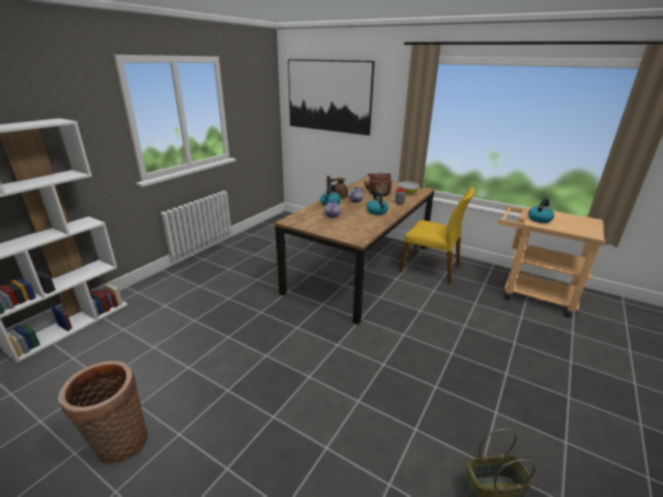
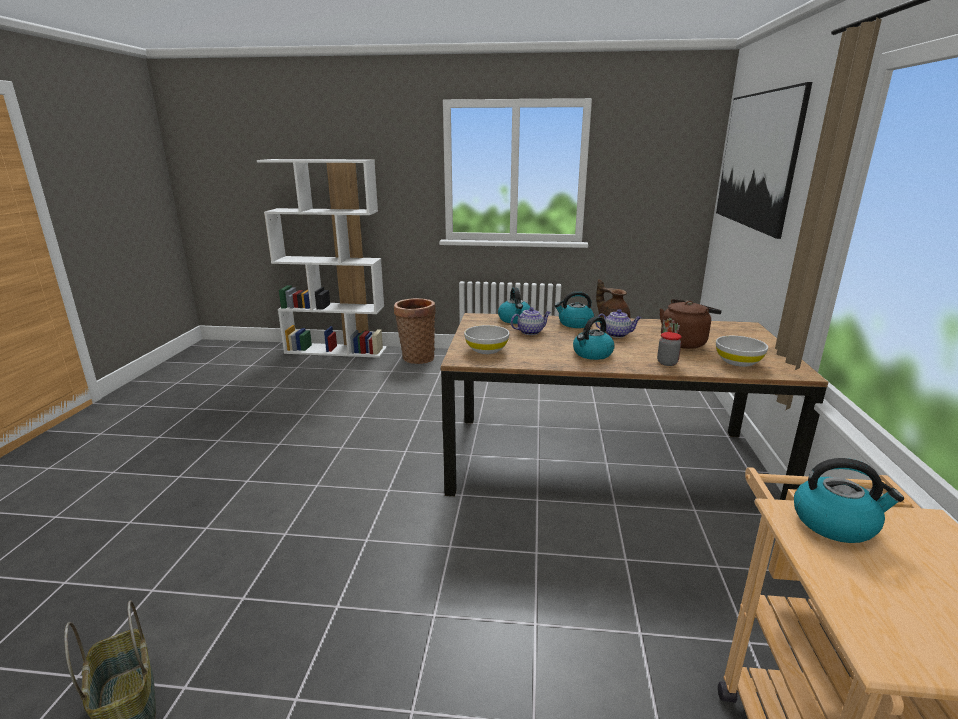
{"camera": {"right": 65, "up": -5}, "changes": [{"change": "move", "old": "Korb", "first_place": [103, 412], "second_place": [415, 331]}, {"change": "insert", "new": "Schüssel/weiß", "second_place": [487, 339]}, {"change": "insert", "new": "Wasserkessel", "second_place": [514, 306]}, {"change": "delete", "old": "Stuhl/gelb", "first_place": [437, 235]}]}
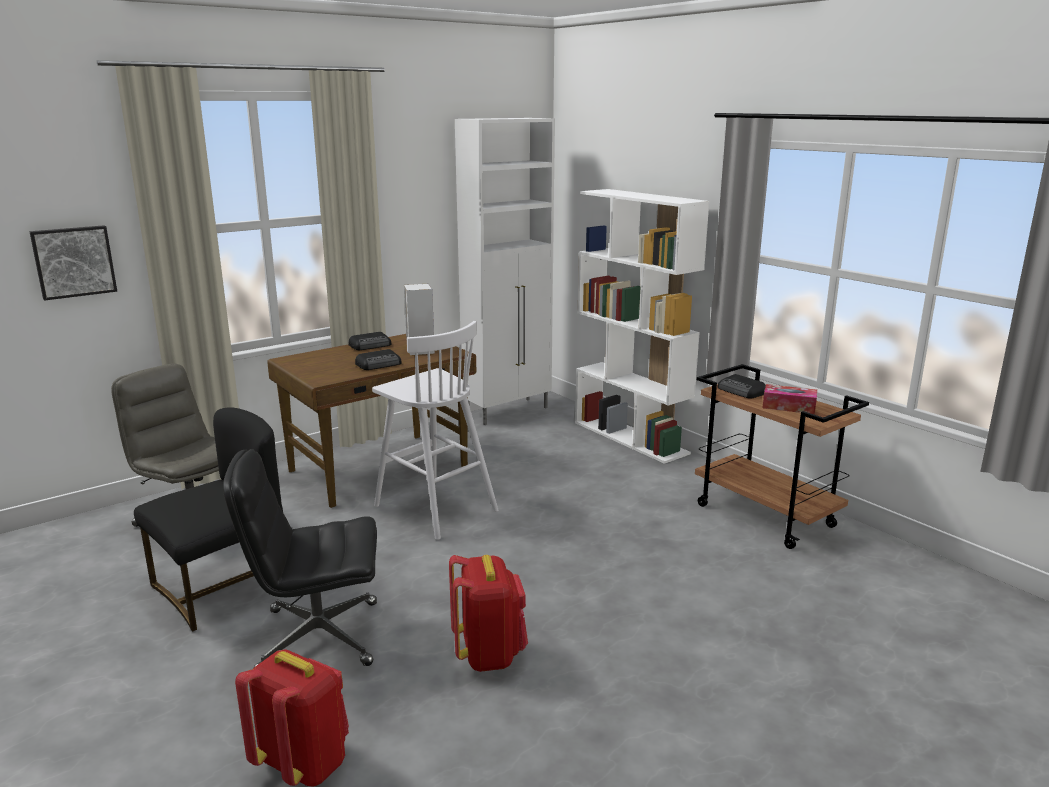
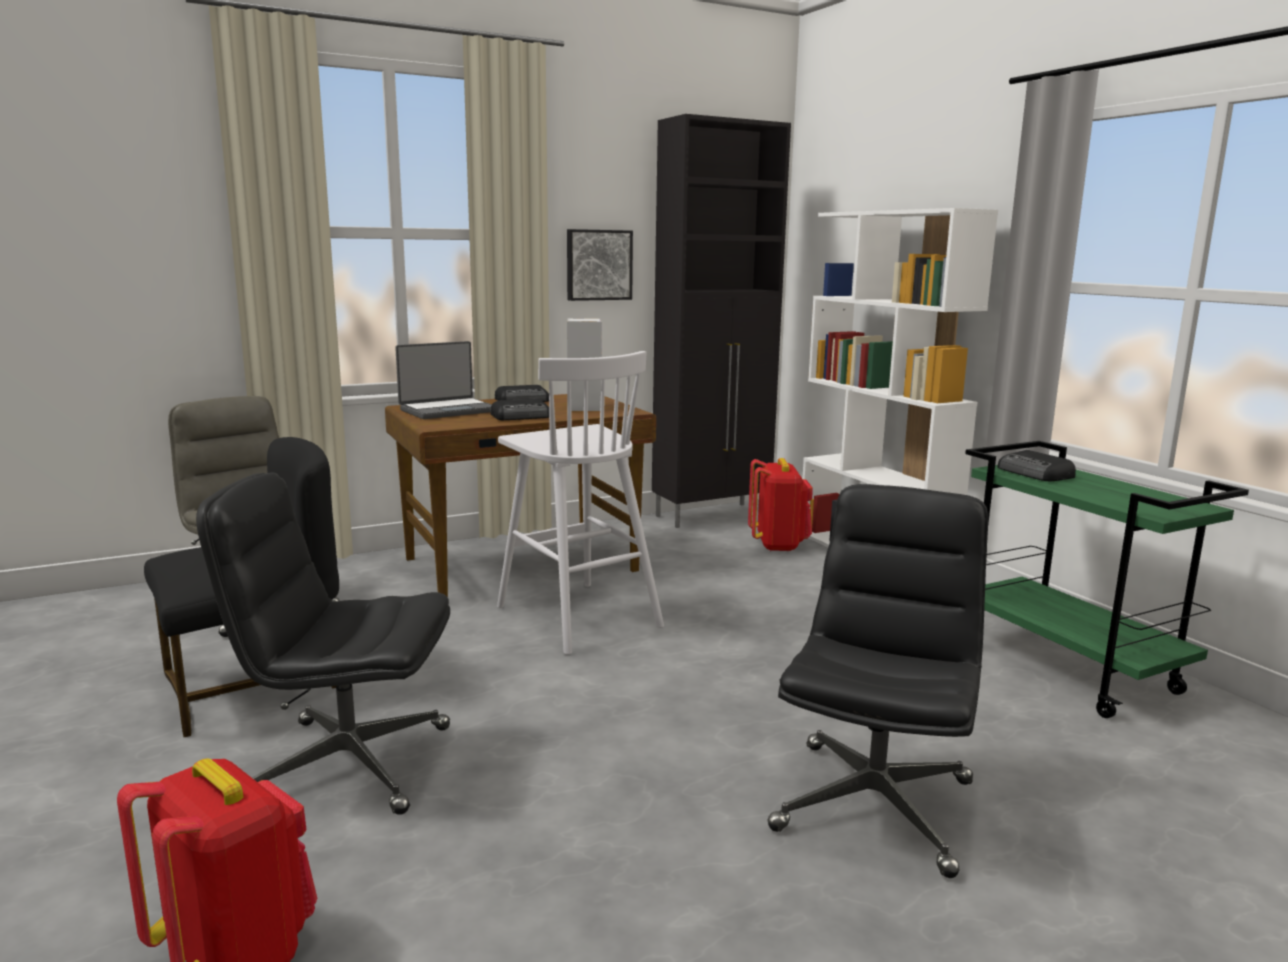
{"camera": {"right": 10, "up": -5}, "changes": [{"change": "insert", "new": "Laptop", "second_place": [443, 380]}, {"change": "move", "old": "Bild", "first_place": [73, 263], "second_place": [600, 265]}, {"change": "recolor", "old": "Schrank/weiß", "new": "Schrank/schwarz", "first_place": [505, 271], "second_place": [721, 321]}, {"change": "move", "old": "Rucksack/rot", "first_place": [488, 613], "second_place": [780, 505]}, {"change": "insert", "new": "Bürostuhl/schwarz", "second_place": [877, 681]}, {"change": "recolor", "old": "Rollwagen/braun", "new": "Rollwagen/grün", "first_place": [782, 456], "second_place": [1107, 579]}, {"change": "delete", "old": "Taschentuchbox", "first_place": [790, 399]}]}
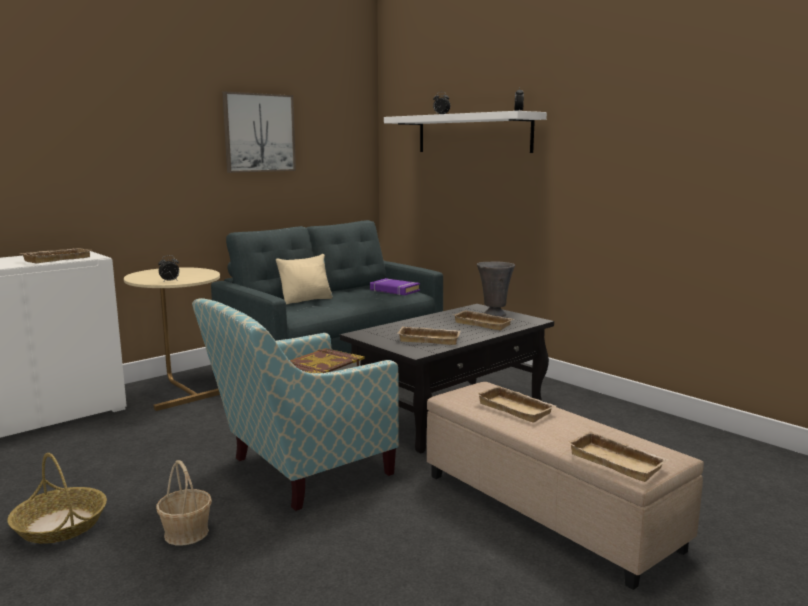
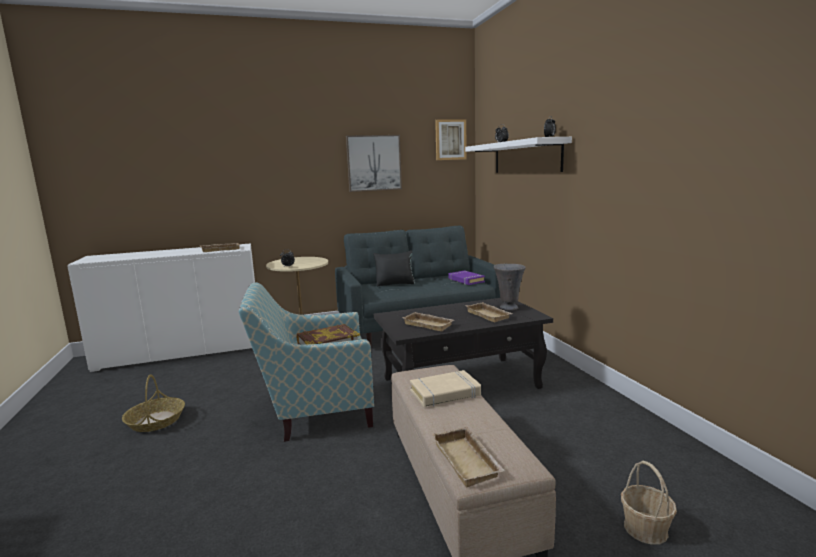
{"camera": {"right": 25, "up": 0}, "changes": [{"change": "recolor", "old": "Kissen/beige", "new": "Kissen/schwarz", "first_place": [304, 279], "second_place": [394, 268]}, {"change": "replace", "old": "Tablett/beige", "new": "Buch/beige", "first_place": [516, 404], "second_place": [445, 388]}, {"change": "insert", "new": "Bild", "second_place": [451, 139]}, {"change": "move", "old": "Korb", "first_place": [184, 503], "second_place": [649, 502]}]}
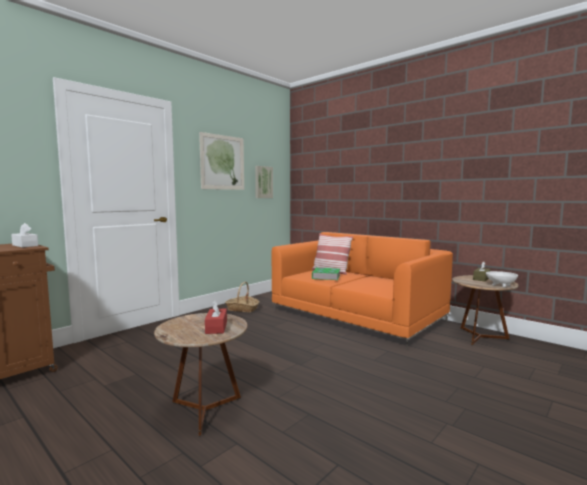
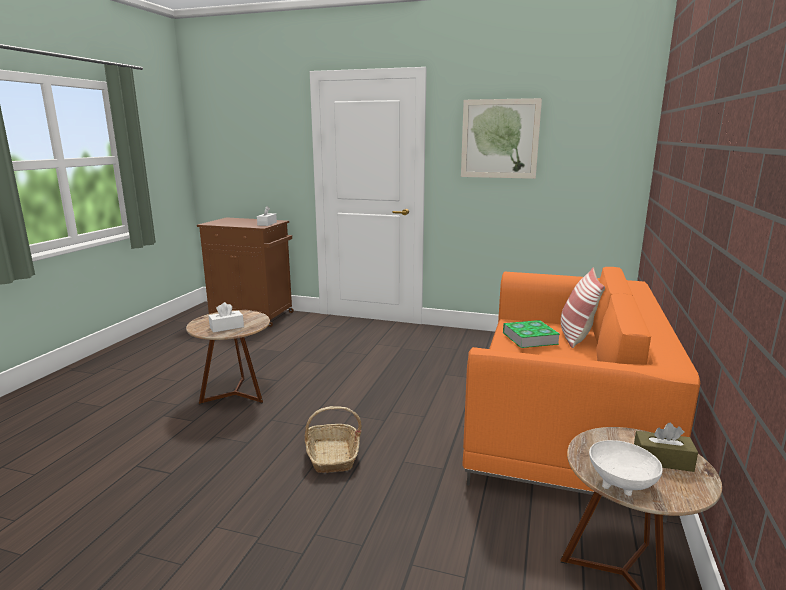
{"camera": {"right": 65, "up": 10}, "changes": [{"change": "recolor", "old": "Taschentuchbox/rot", "new": "Taschentuchbox/weiß", "first_place": [216, 317], "second_place": [226, 317]}, {"change": "move", "old": "Korb", "first_place": [242, 297], "second_place": [333, 439]}, {"change": "delete", "old": "Bild", "first_place": [264, 182]}]}
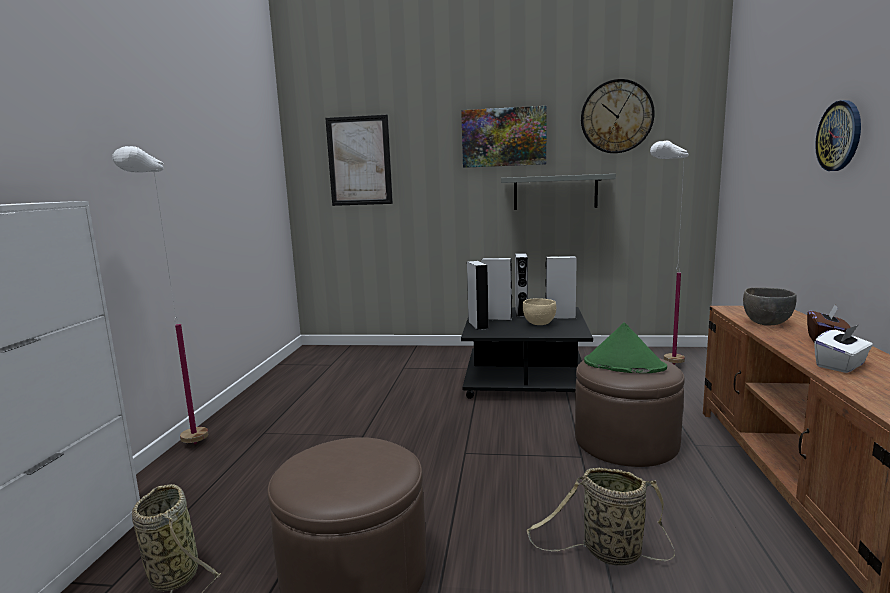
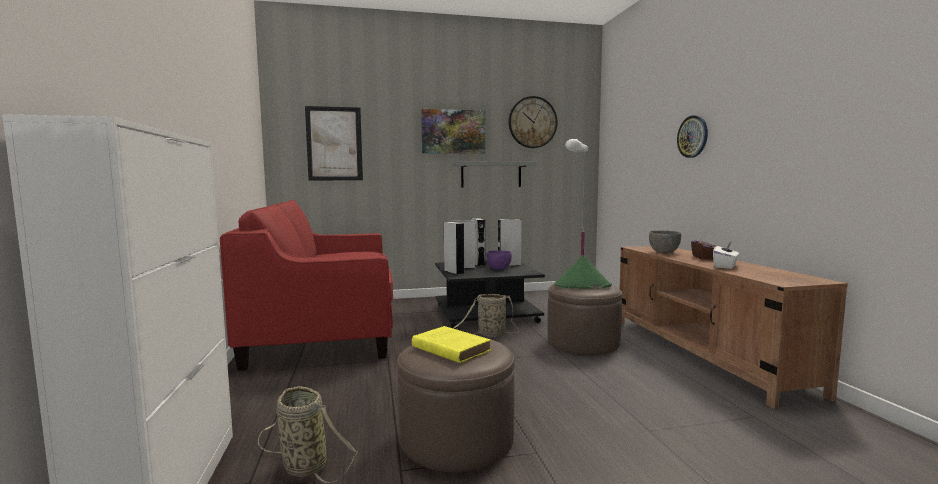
{"camera": {"right": -20, "up": -5}, "changes": [{"change": "insert", "new": "Sofa/rot", "second_place": [307, 285]}, {"change": "insert", "new": "Buch/gelb", "second_place": [452, 344]}, {"change": "move", "old": "Korb", "first_place": [601, 517], "second_place": [486, 315]}, {"change": "recolor", "old": "Schüssel/beige", "new": "Schüssel/lila", "first_place": [539, 311], "second_place": [499, 260]}, {"change": "delete", "old": "Stehlampe/weiß", "first_place": [160, 295]}]}
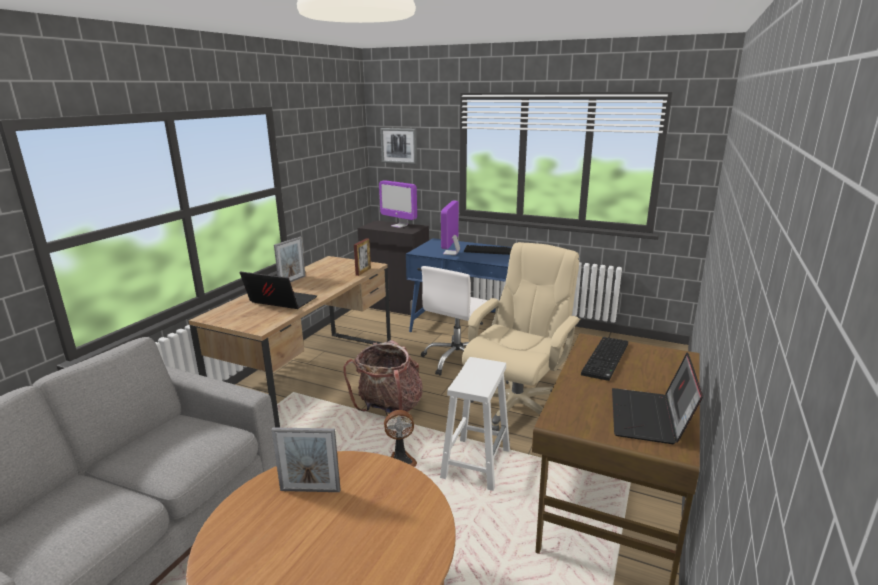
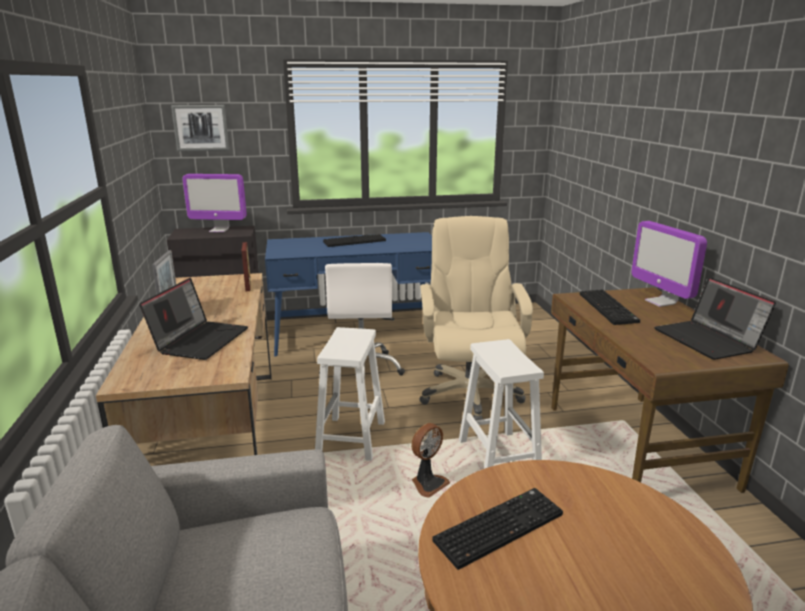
{"camera": {"right": -35, "up": 0}, "changes": [{"change": "rotate", "old": "Laptop", "first_place": [278, 290], "second_place": [193, 319], "degrees": 120}, {"change": "replace", "old": "Rucksack", "new": "Hocker/weiß", "first_place": [383, 379], "second_place": [350, 394]}, {"change": "replace", "old": "Bilderrahmen", "new": "Tastatur", "first_place": [306, 459], "second_place": [497, 529]}, {"change": "move", "old": "Monitor", "first_place": [450, 228], "second_place": [669, 264]}]}
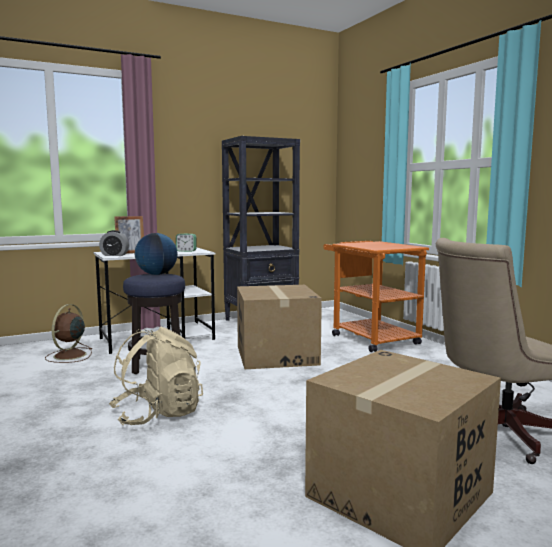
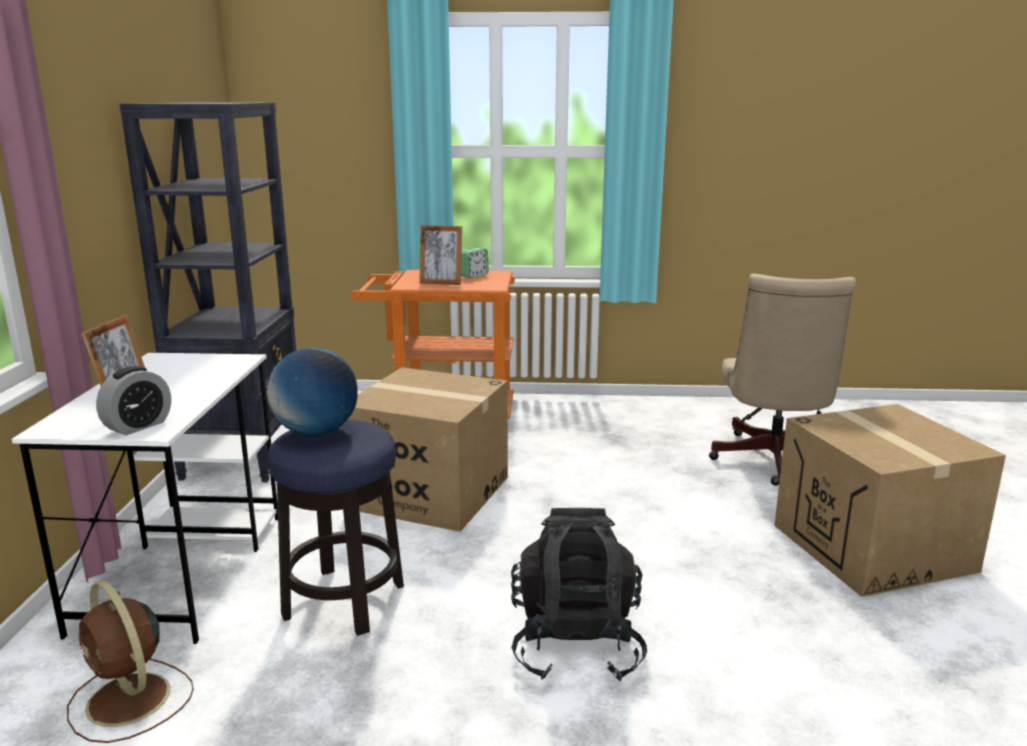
{"camera": {"right": -60, "up": 10}, "changes": [{"change": "insert", "new": "Bilderrahmen", "second_place": [440, 255]}, {"change": "move", "old": "Wecker", "first_place": [186, 242], "second_place": [475, 263]}, {"change": "recolor", "old": "Rucksack/beige", "new": "Rucksack/schwarz", "first_place": [156, 376], "second_place": [579, 594]}]}
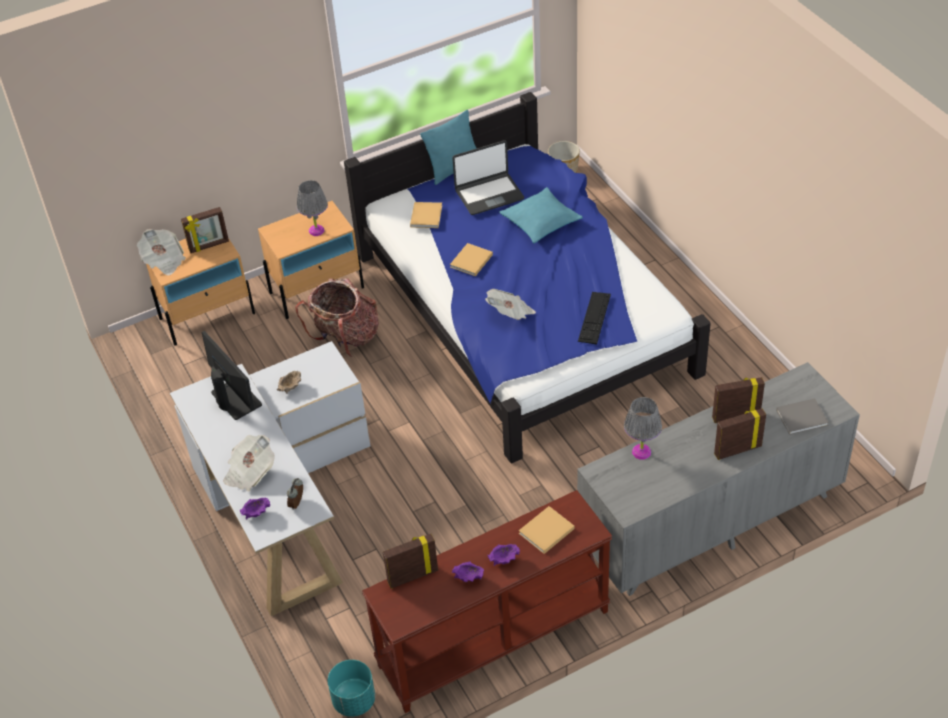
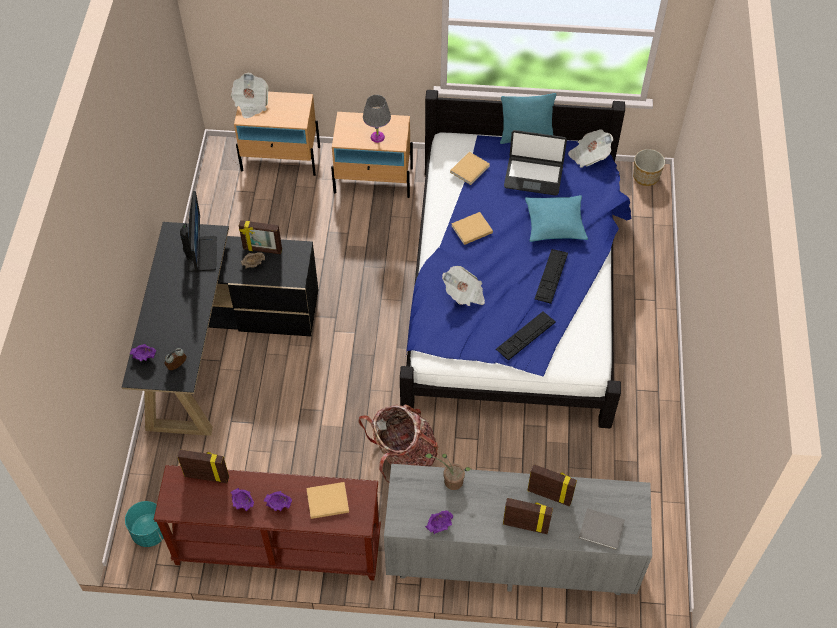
{"camera": {"right": 30, "up": 10}, "changes": [{"change": "recolor", "old": "Schreibtisch/weiß", "new": "Schreibtisch/schwarz", "first_place": [270, 478], "second_place": [220, 329]}, {"change": "move", "old": "Bilderrahmen", "first_place": [205, 230], "second_place": [260, 237]}, {"change": "move", "old": "Rucksack", "first_place": [337, 317], "second_place": [398, 443]}, {"change": "replace", "old": "Tischlampe/grau", "new": "Topfpflanze", "first_place": [643, 428], "second_place": [447, 471]}, {"change": "insert", "new": "Schüssel/lila", "second_place": [439, 522]}, {"change": "insert", "new": "Tastatur", "second_place": [551, 276]}, {"change": "move", "old": "Zeitung", "first_place": [249, 463], "second_place": [591, 148]}]}
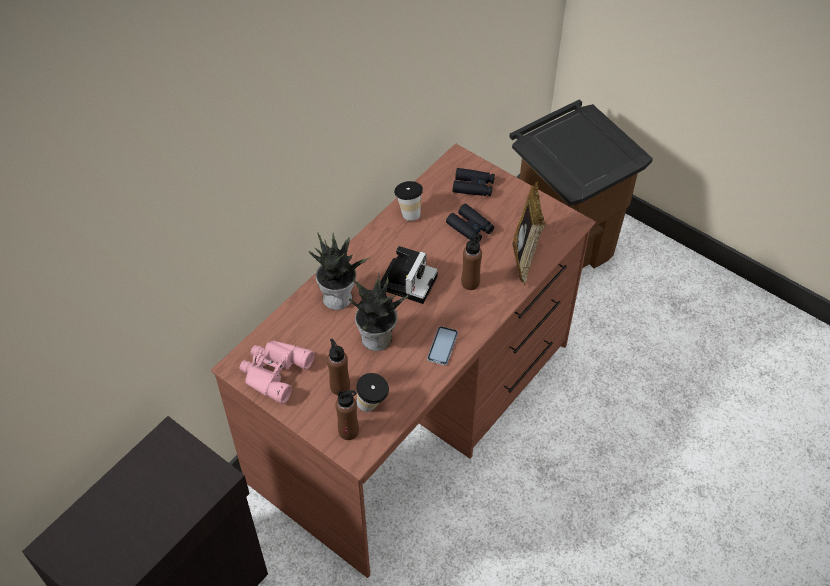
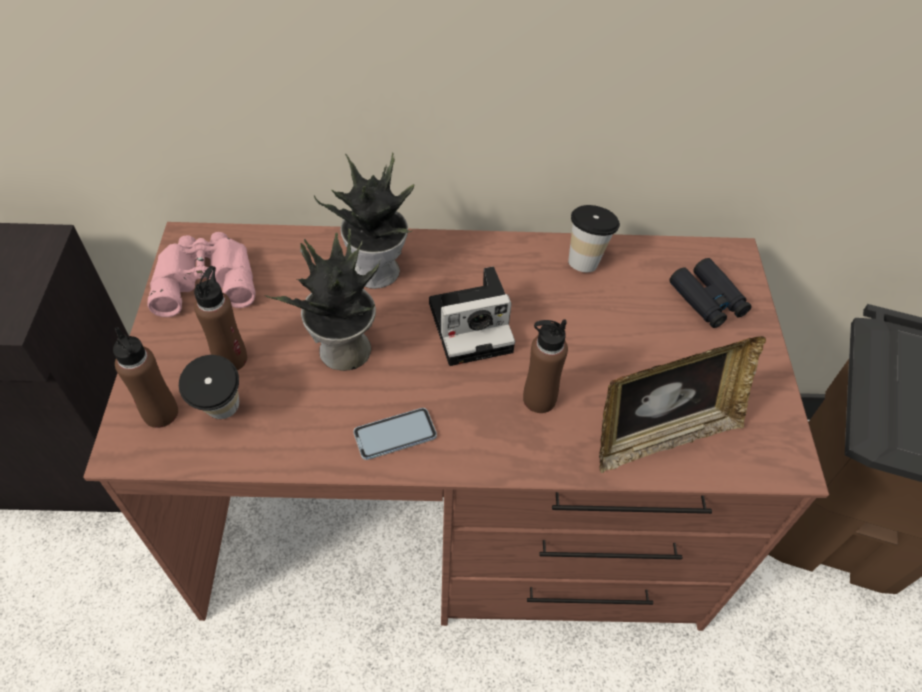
{"camera": {"right": 50, "up": 0}, "changes": [{"change": "delete", "old": "Fernglas/schwarz", "first_place": [470, 223]}]}
